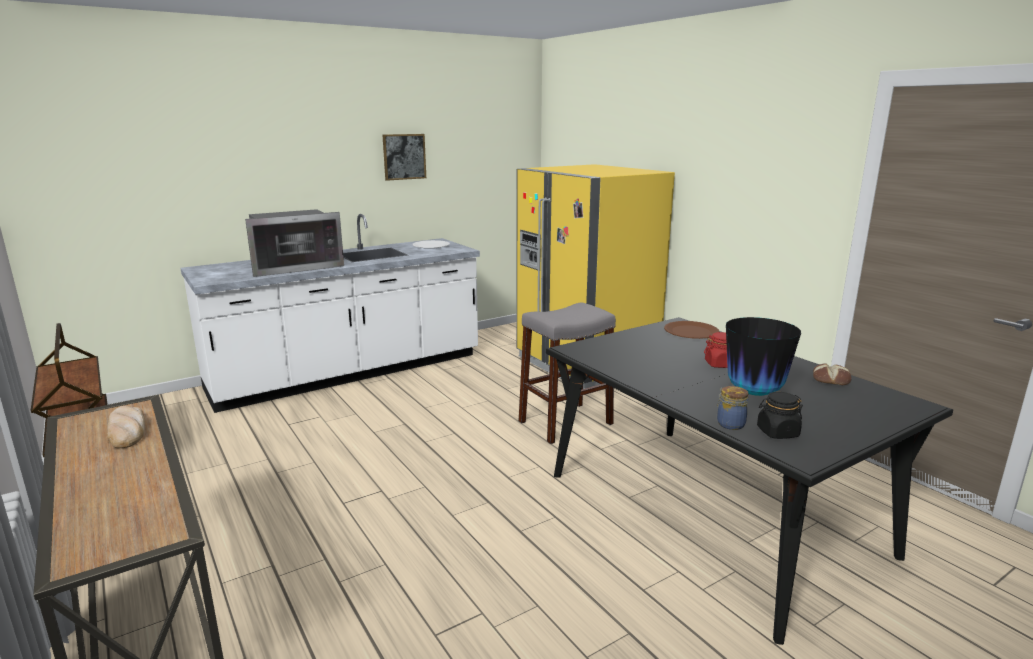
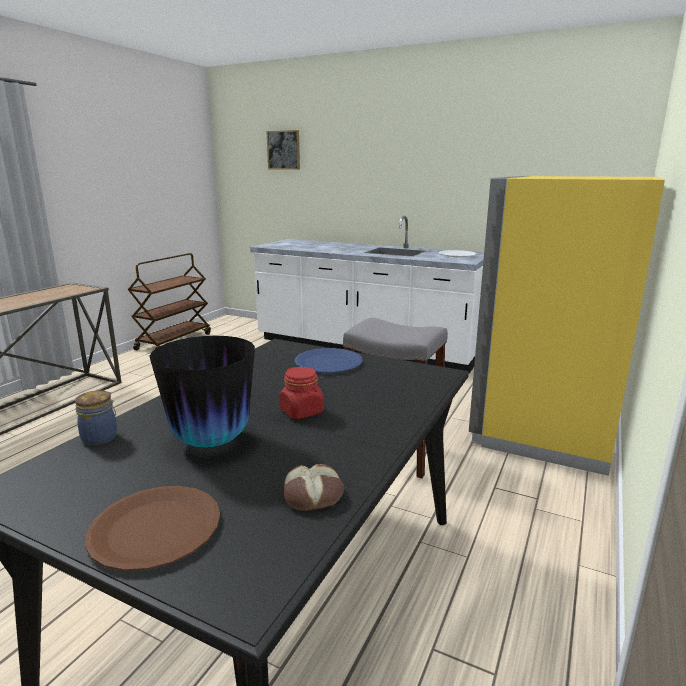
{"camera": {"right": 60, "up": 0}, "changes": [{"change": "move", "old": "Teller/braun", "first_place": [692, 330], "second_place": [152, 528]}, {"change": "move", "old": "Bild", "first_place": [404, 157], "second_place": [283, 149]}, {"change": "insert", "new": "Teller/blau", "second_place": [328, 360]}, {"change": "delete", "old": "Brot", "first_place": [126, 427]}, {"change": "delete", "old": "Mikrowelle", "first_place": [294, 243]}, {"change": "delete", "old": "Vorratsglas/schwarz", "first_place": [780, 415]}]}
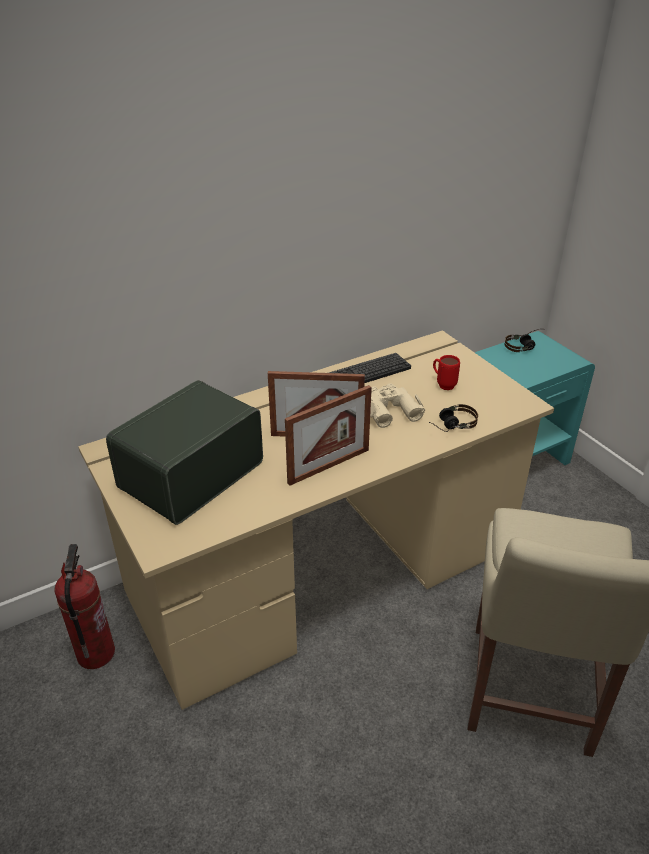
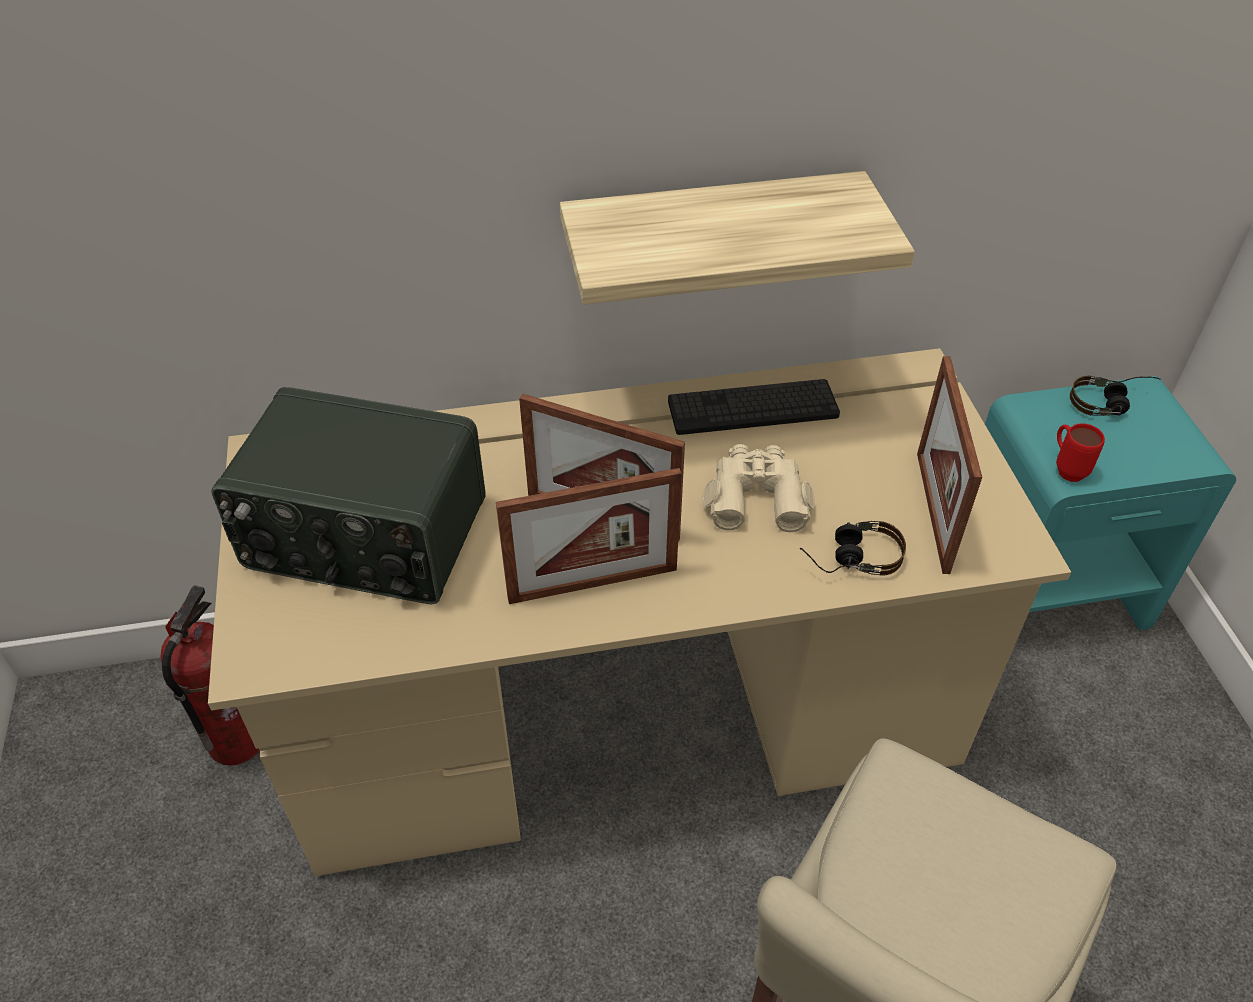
{"camera": {"right": 20, "up": 10}, "changes": [{"change": "rotate", "old": "Radio", "first_place": [184, 452], "second_place": [348, 495], "degrees": -135}, {"change": "insert", "new": "Wandregal", "second_place": [737, 238]}, {"change": "insert", "new": "Bilderrahmen", "second_place": [949, 465]}, {"change": "move", "old": "Henkelbecher/rot", "first_place": [446, 372], "second_place": [1080, 452]}]}
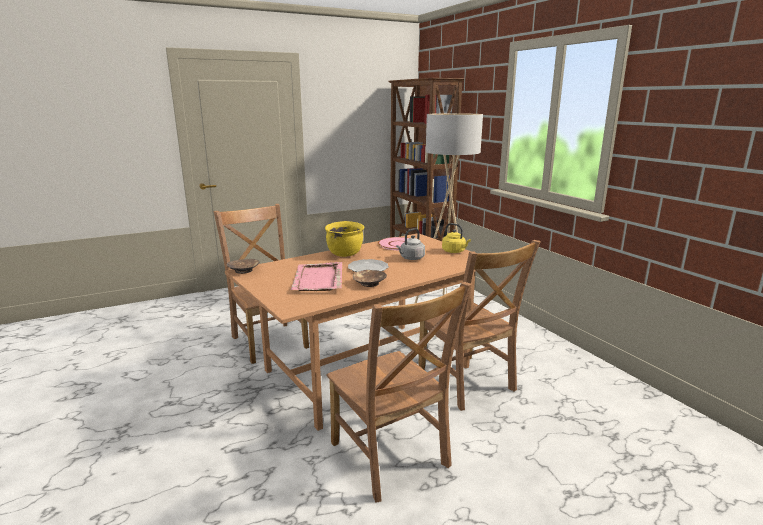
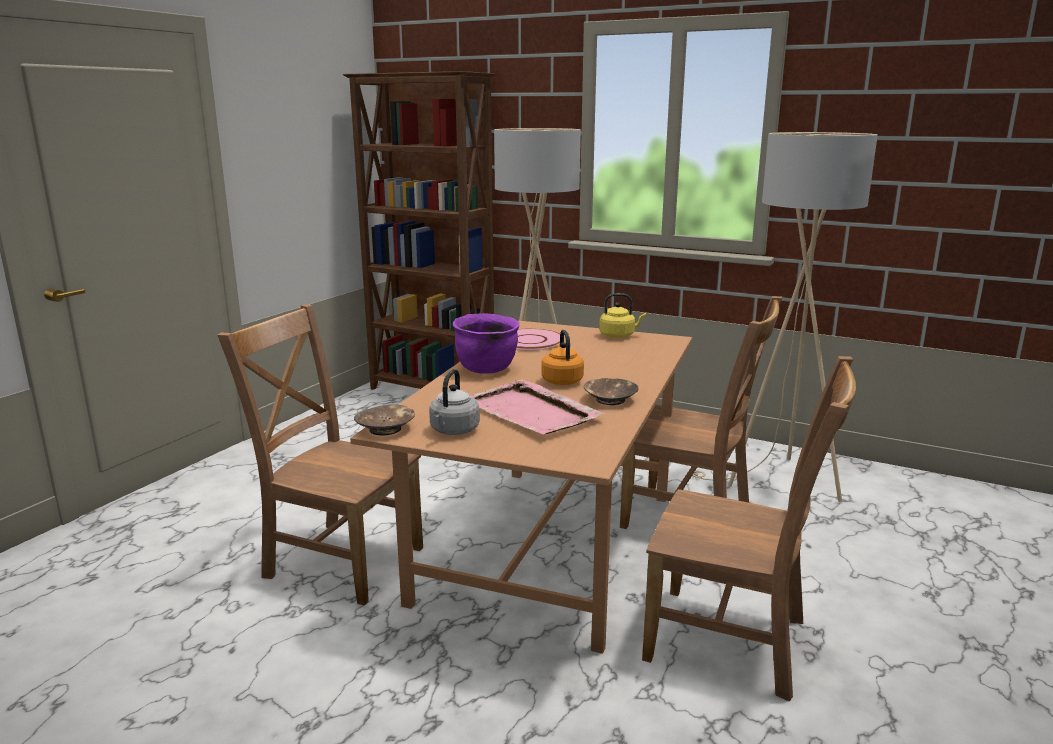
{"camera": {"right": -35, "up": 0}, "changes": [{"change": "move", "old": "Wasserkessel/grau", "first_place": [410, 244], "second_place": [454, 402]}, {"change": "recolor", "old": "Kochtopf/gelb", "new": "Kochtopf/lila", "first_place": [344, 239], "second_place": [486, 343]}, {"change": "replace", "old": "Teller", "new": "Wasserkessel/orange", "first_place": [368, 265], "second_place": [563, 357]}, {"change": "insert", "new": "Stehlampe/beige", "second_place": [785, 317]}]}
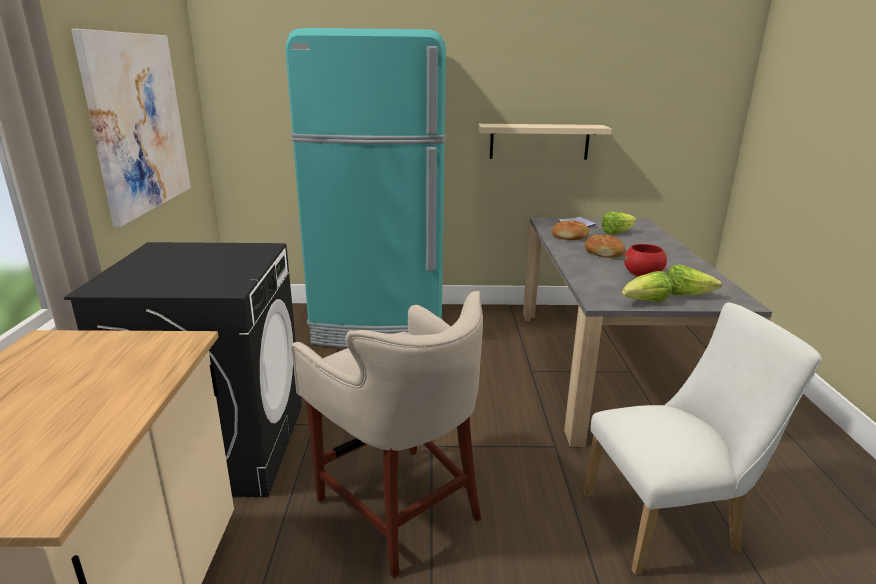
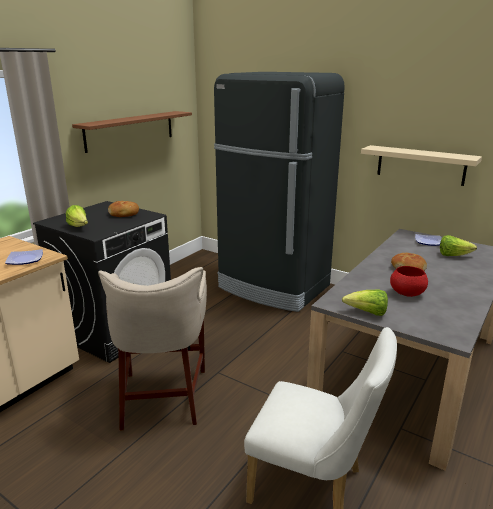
{"camera": {"right": 35, "up": 0}, "changes": [{"change": "insert", "new": "Teller", "second_place": [24, 257]}, {"change": "move", "old": "Salatkopf", "first_place": [695, 279], "second_place": [77, 216]}, {"change": "replace", "old": "Bild", "new": "Wandregal/braun", "first_place": [131, 128], "second_place": [132, 132]}, {"change": "move", "old": "Brot", "first_place": [570, 230], "second_place": [123, 209]}, {"change": "recolor", "old": "Kühlschrank/türkis", "new": "Kühlschrank/schwarz", "first_place": [366, 188], "second_place": [279, 192]}]}
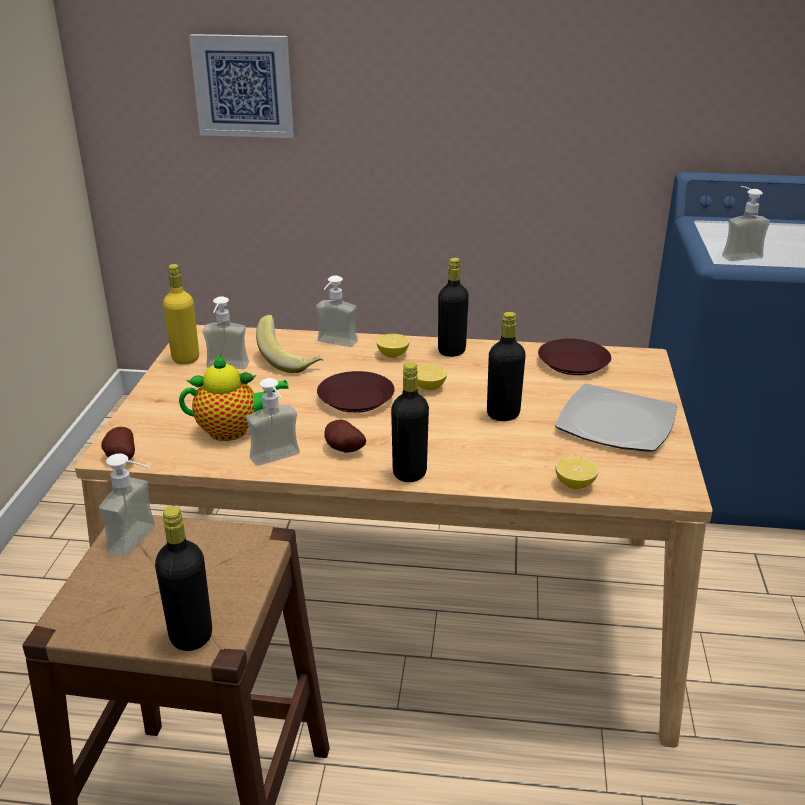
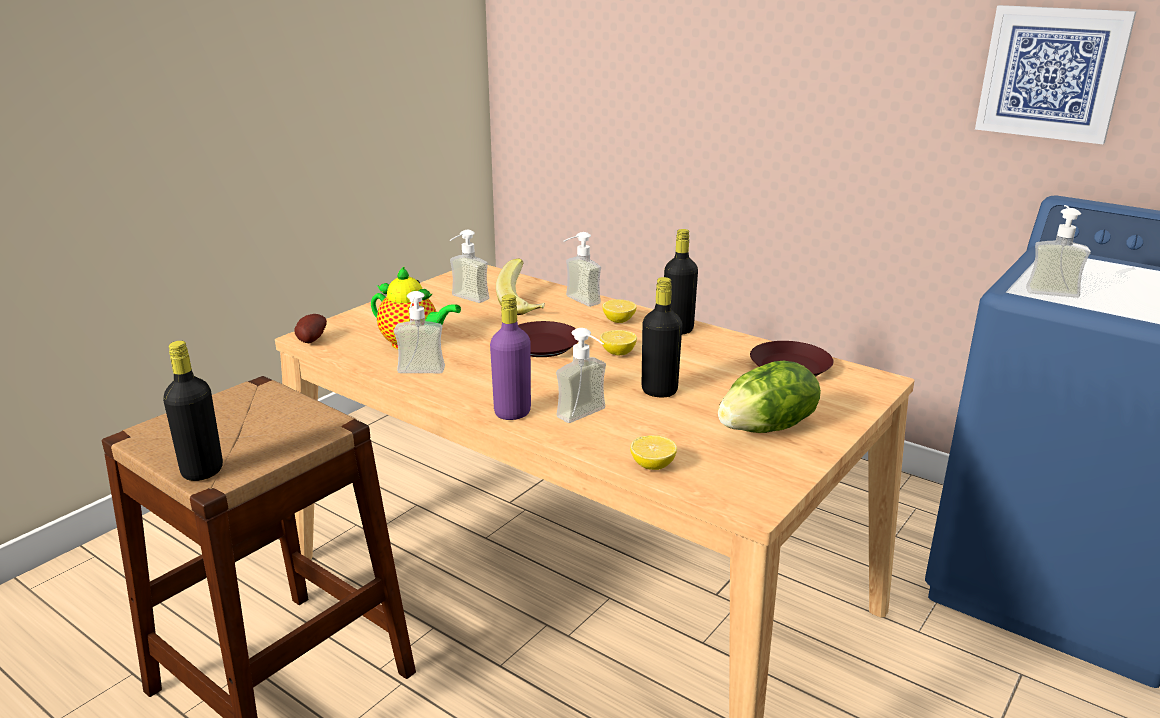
{"camera": {"right": 30, "up": -5}, "changes": [{"change": "recolor", "old": "Flasche/schwarz", "new": "Flasche/lila", "first_place": [410, 422], "second_place": [510, 357]}, {"change": "move", "old": "Seifenspender", "first_place": [127, 505], "second_place": [581, 375]}, {"change": "replace", "old": "Teller", "new": "Salatkopf", "first_place": [616, 417], "second_place": [769, 397]}, {"change": "move", "old": "Bild", "first_place": [241, 86], "second_place": [1055, 74]}, {"change": "delete", "old": "Flasche/gelb", "first_place": [181, 314]}, {"change": "delete", "old": "Kartoffel", "first_place": [345, 436]}]}
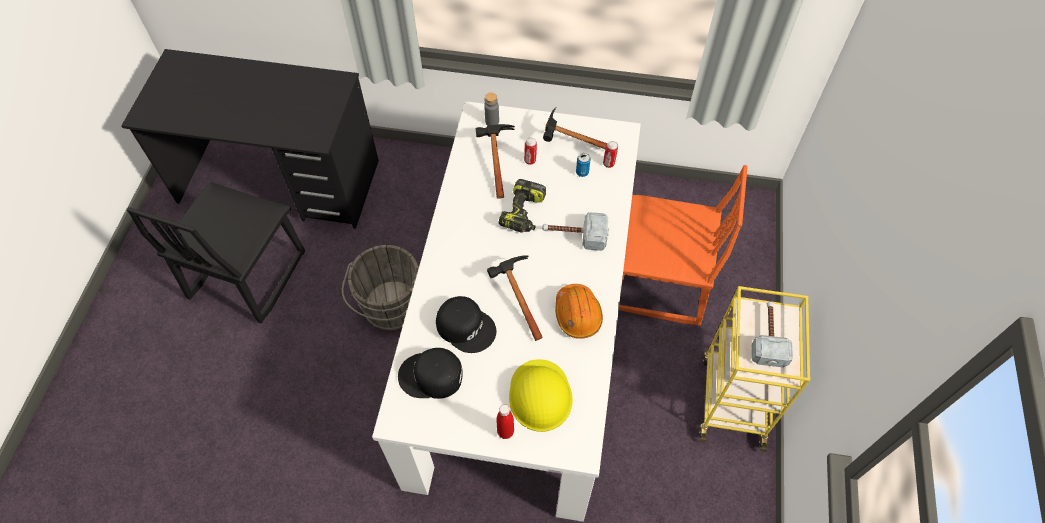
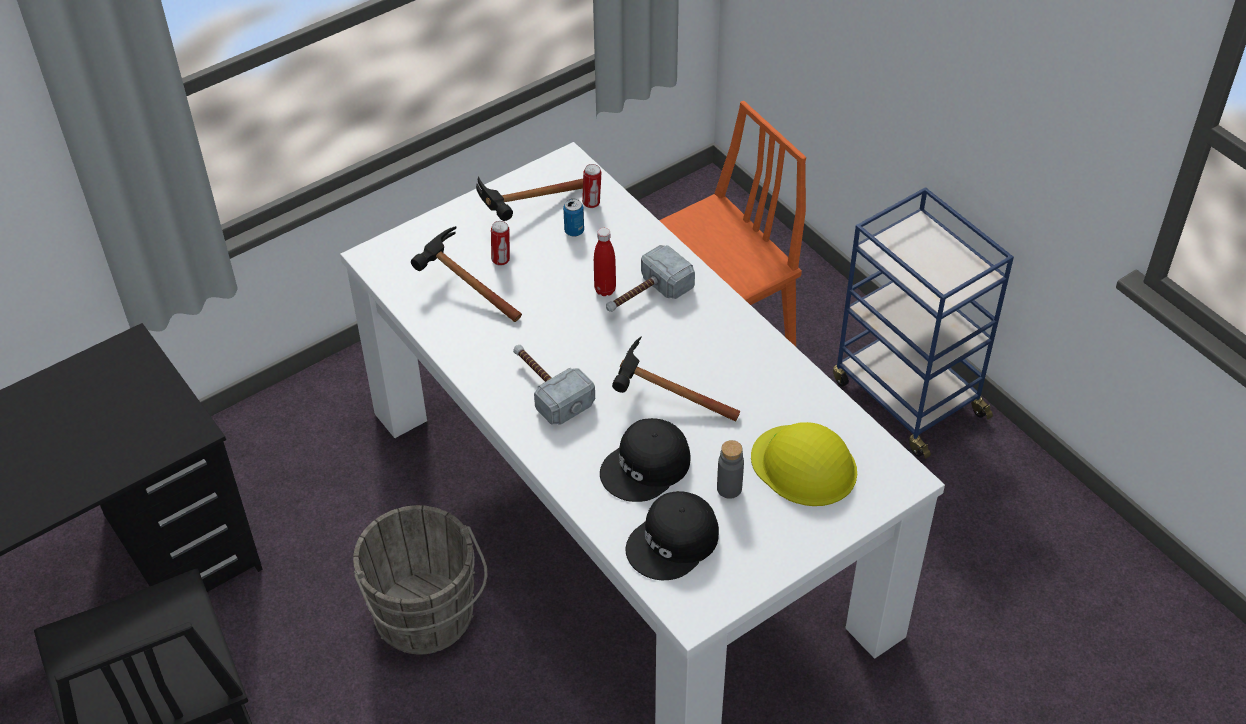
{"camera": {"right": -45, "up": -10}, "changes": [{"change": "move", "old": "Hammer", "first_place": [772, 334], "second_place": [554, 385]}, {"change": "move", "old": "Flasche/rot", "first_place": [505, 421], "second_place": [605, 262]}, {"change": "rotate", "old": "Kappe/schwarz", "first_place": [466, 324], "second_place": [645, 460], "degrees": 150}, {"change": "move", "old": "Flasche/grau", "first_place": [491, 109], "second_place": [730, 469]}, {"change": "recolor", "old": "Rollwagen/gelb", "new": "Rollwagen/blau", "first_place": [754, 369], "second_place": [923, 323]}, {"change": "delete", "old": "Bohrmaschine", "first_place": [522, 206]}, {"change": "delete", "old": "Schutzhelm/orange", "first_place": [579, 311]}]}
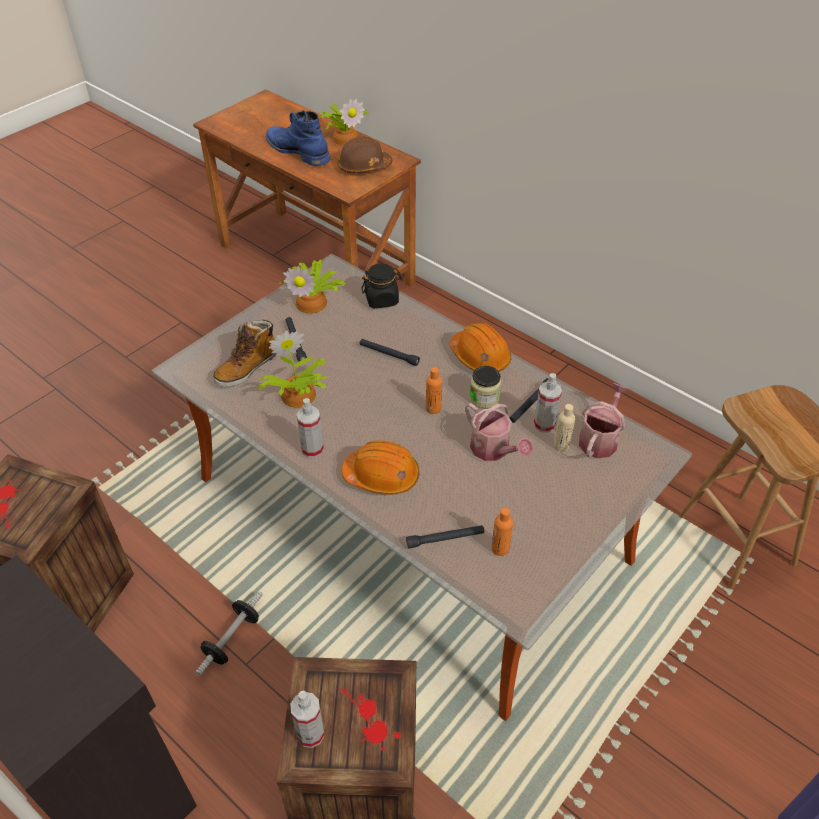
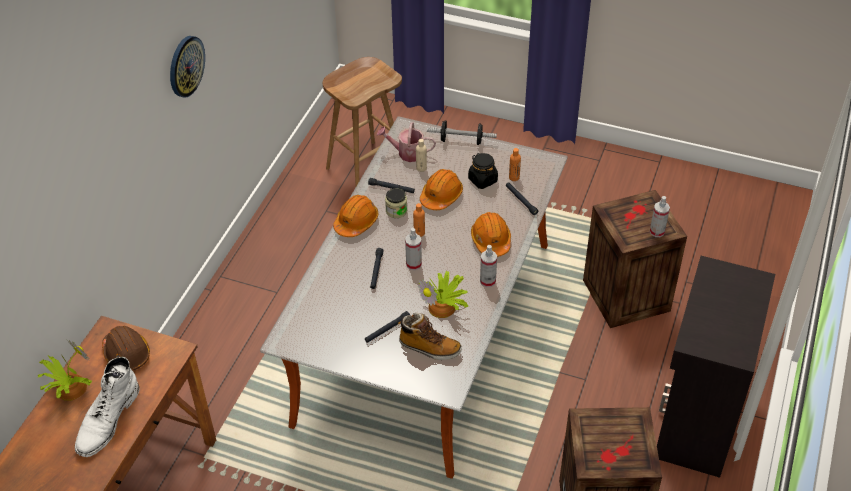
{"camera": {"right": -110, "up": 0}, "changes": [{"change": "recolor", "old": "Stiefel/blau", "new": "Stiefel/weiß", "first_place": [298, 138], "second_place": [107, 407]}, {"change": "insert", "new": "Wanduhr", "second_place": [187, 67]}, {"change": "move", "old": "Sprühflasche", "first_place": [548, 403], "second_place": [413, 249]}, {"change": "replace", "old": "Gießkanne", "new": "Schutzhelm/orange", "first_place": [499, 432], "second_place": [441, 189]}, {"change": "move", "old": "Hantel", "first_place": [229, 633], "second_place": [462, 133]}, {"change": "move", "old": "Vorratsglas/schwarz", "first_place": [382, 285], "second_place": [483, 171]}, {"change": "delete", "old": "Topfpflanze", "first_place": [311, 286]}]}
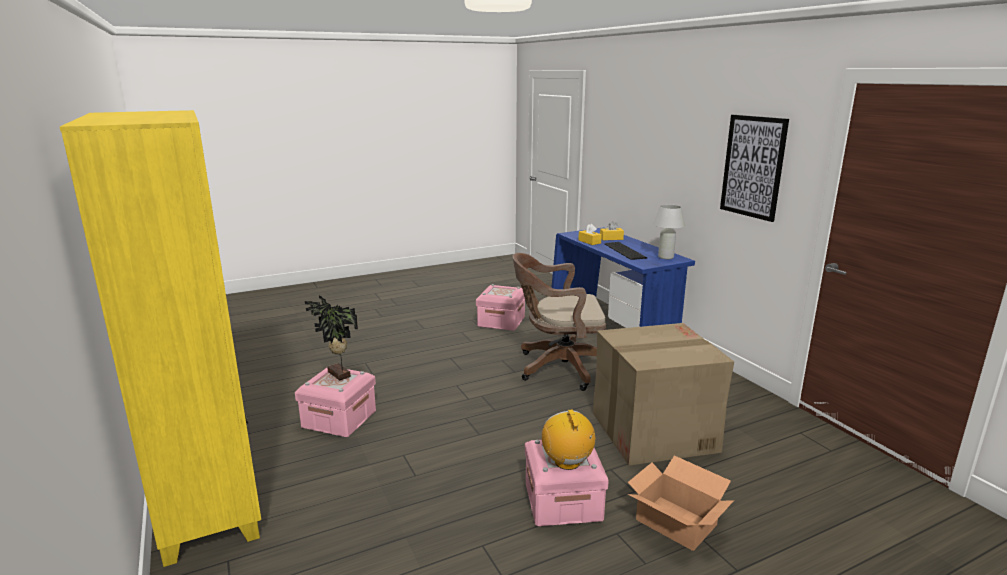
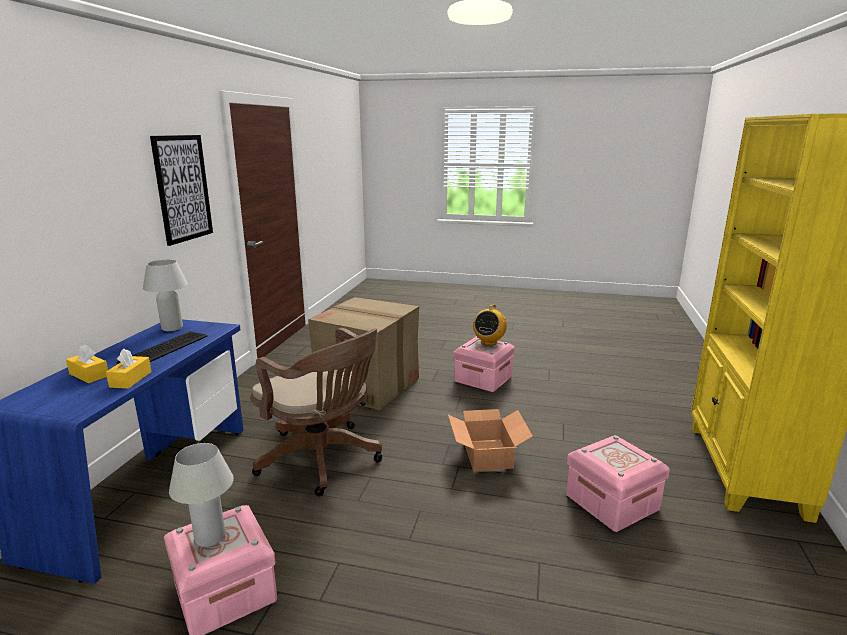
{"camera": {"right": -140, "up": 0}, "changes": [{"change": "insert", "new": "Tischlampe/weiß", "second_place": [201, 495]}, {"change": "move", "old": "Karton", "first_place": [681, 503], "second_place": [490, 440]}, {"change": "delete", "old": "Topfpflanze", "first_place": [331, 337]}]}
